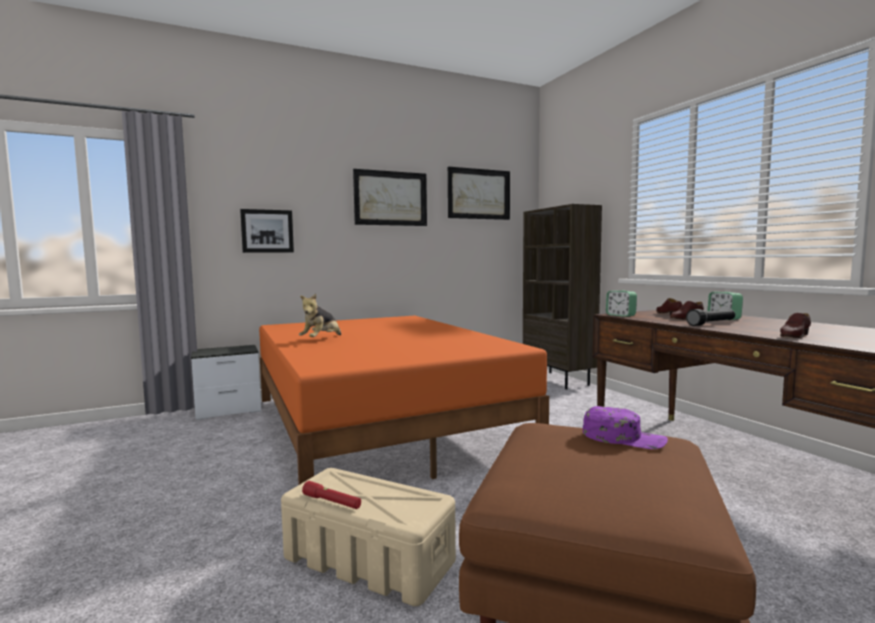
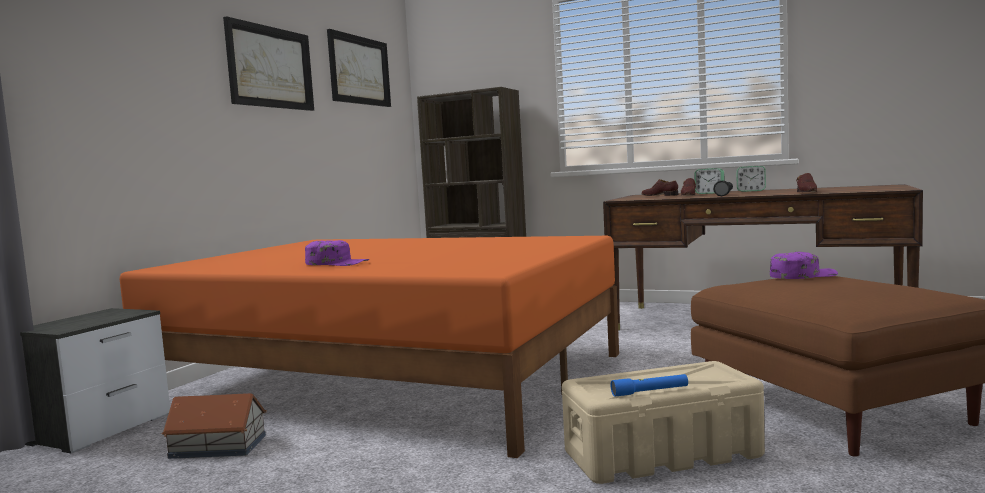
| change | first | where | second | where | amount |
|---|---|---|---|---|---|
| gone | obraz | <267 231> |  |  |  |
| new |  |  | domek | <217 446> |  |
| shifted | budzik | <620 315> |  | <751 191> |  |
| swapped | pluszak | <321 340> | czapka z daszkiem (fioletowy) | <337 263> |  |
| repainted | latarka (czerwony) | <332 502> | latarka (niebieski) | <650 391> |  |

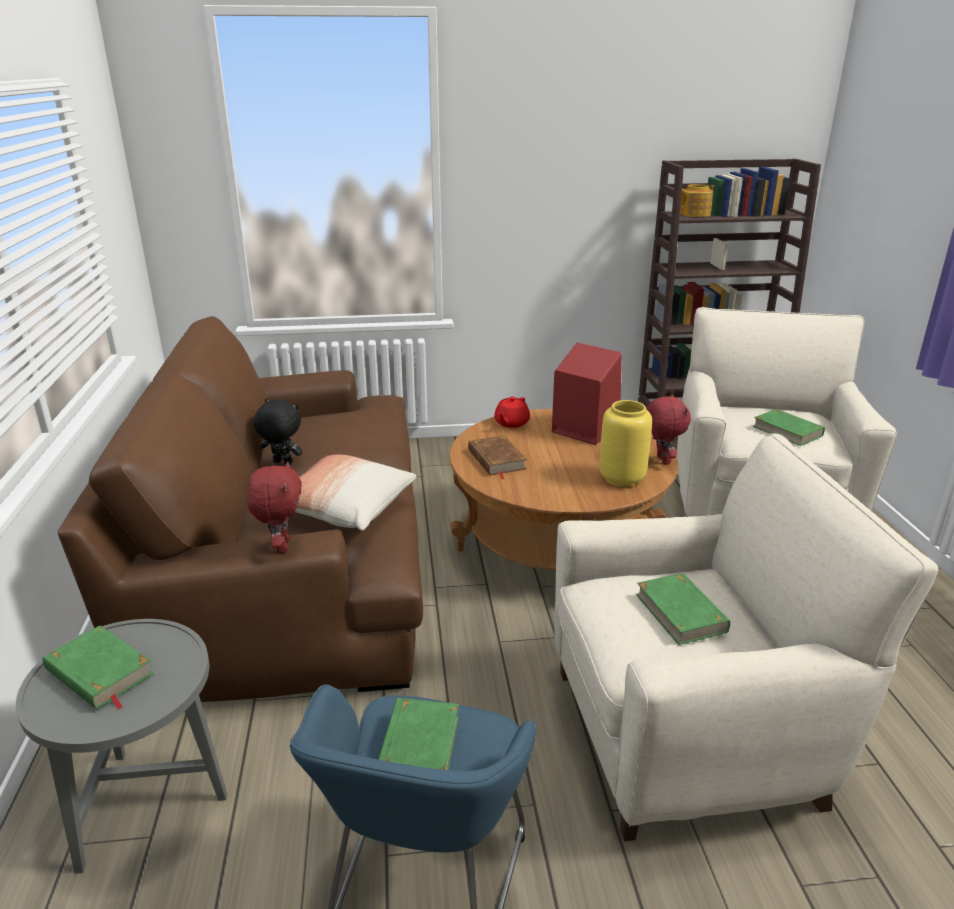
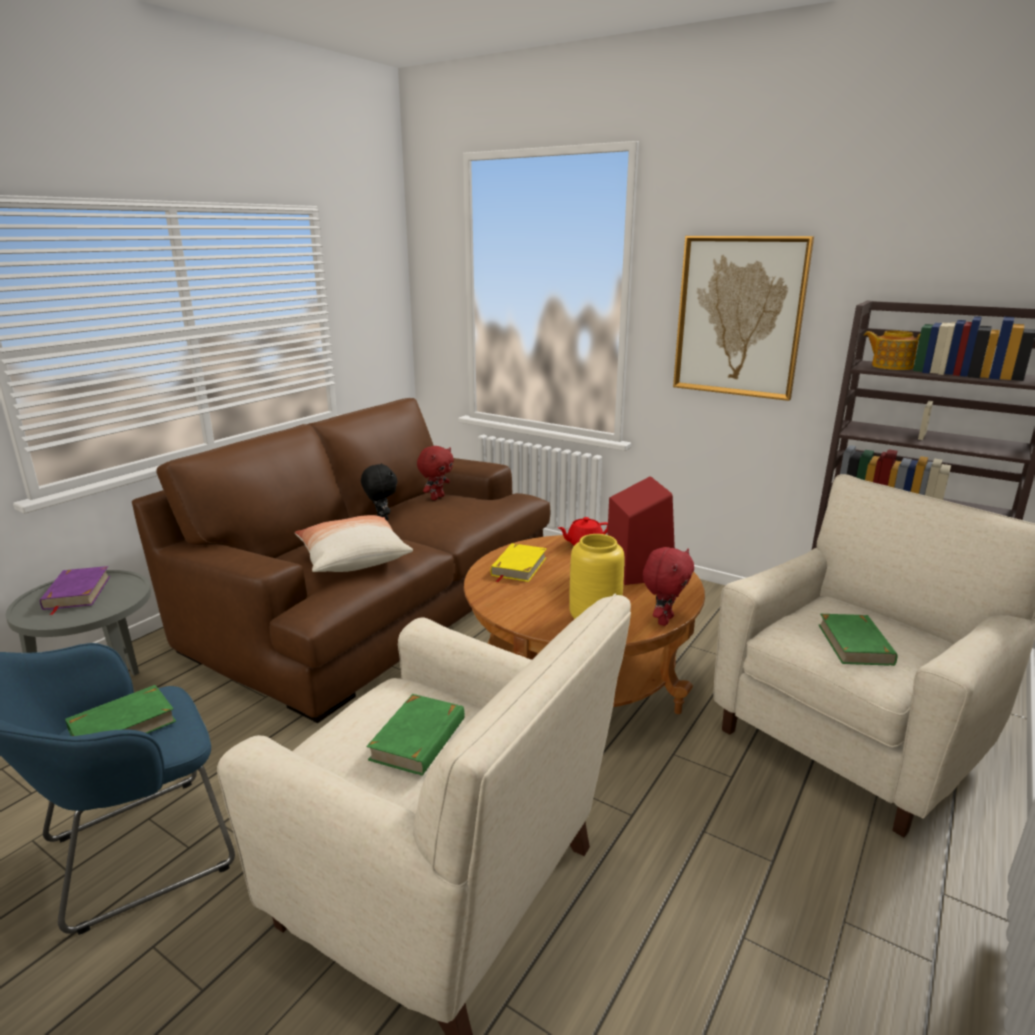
| change | first | where | second | where | amount |
|---|---|---|---|---|---|
| new |  |  | obraz | <739 317> |  |
| shifted | pluszak (czerwony) | <281 546> |  | <437 497> |  |
| repainted | książka (zielony) | <99 673> | książka (fioletowy) | <77 593> |  |
| repainted | książka (brązowy) | <496 460> | książka (żółty) | <518 566> |  |

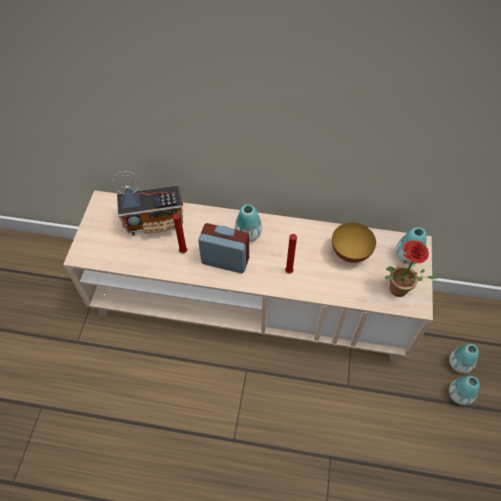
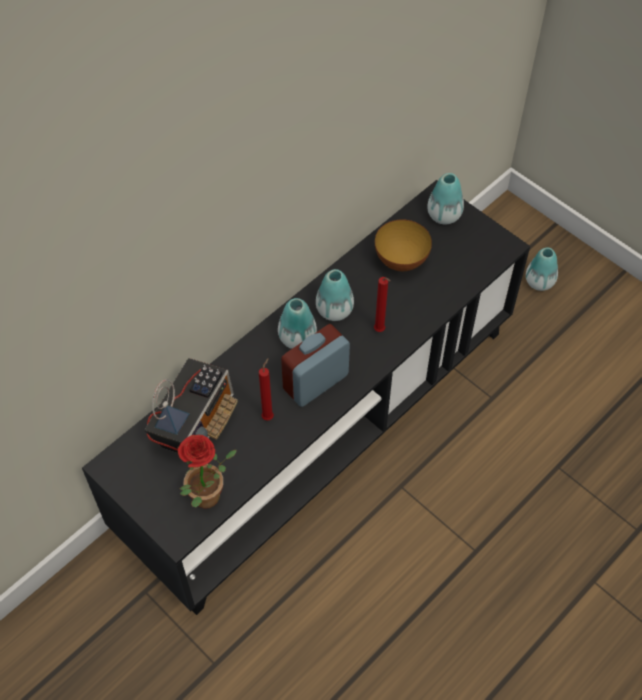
| change | first | where | second | where | amount |
|---|---|---|---|---|---|
| shifted | roślina doniczkowa | <396 292> |  | <208 502> |  |
| shifted | wazon | <459 394> |  | <334 310> |  |
| repainted | szafka pod telewizor (beżowy) | <250 305> | szafka pod telewizor (czarny) | <320 431> |  |

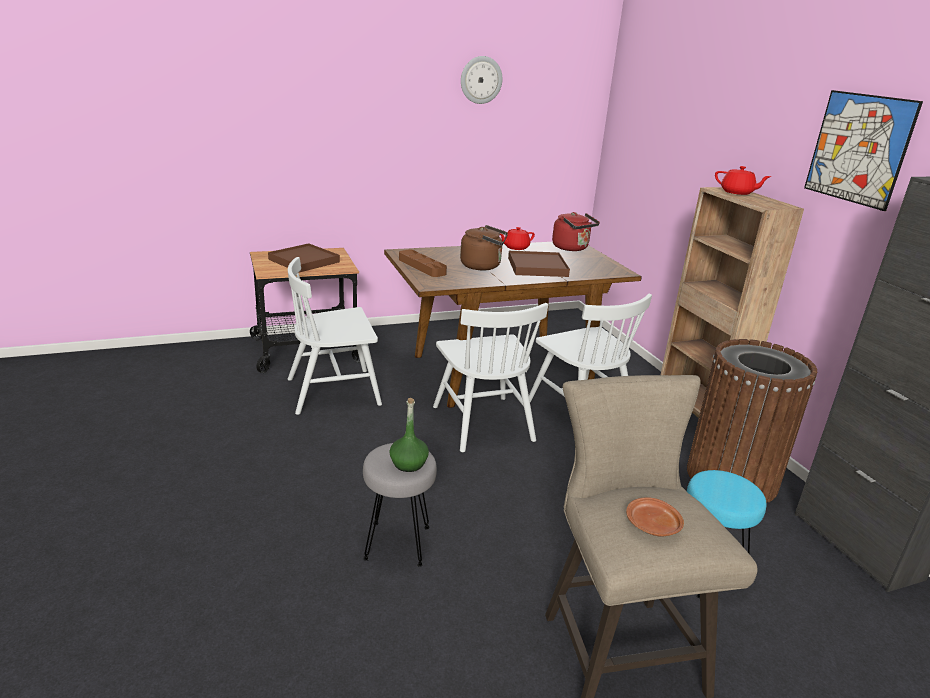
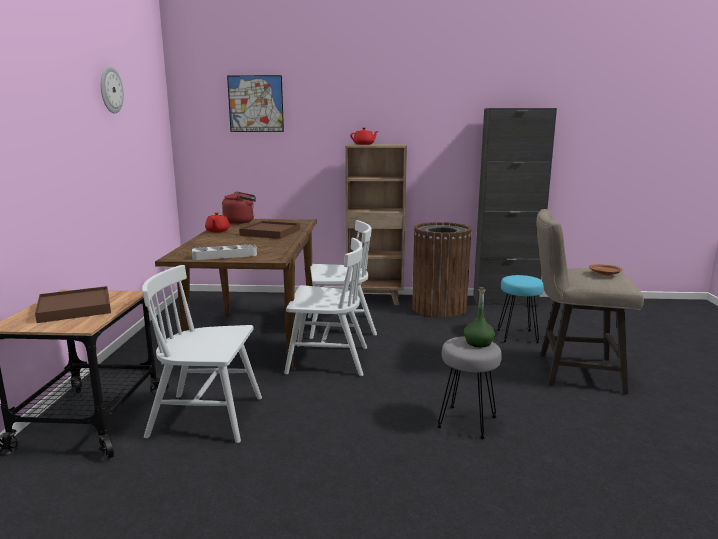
| change | first | where | second | where | amount |
|---|---|---|---|---|---|
| gone | czajnik (brązowy) | <483 266> |  |  |  |
| shifted | obraz | <858 148> |  | <255 104> |  |
| repainted | taca (brązowy) | <422 266> | taca (szary) | <225 256> |  |
| rotated | krzesło (biały) | <334 391> |  | <207 417> | 90 degrees clockwise |

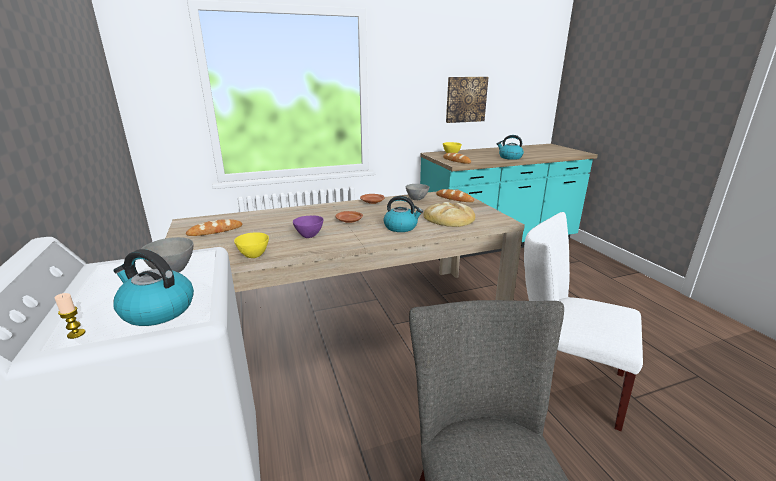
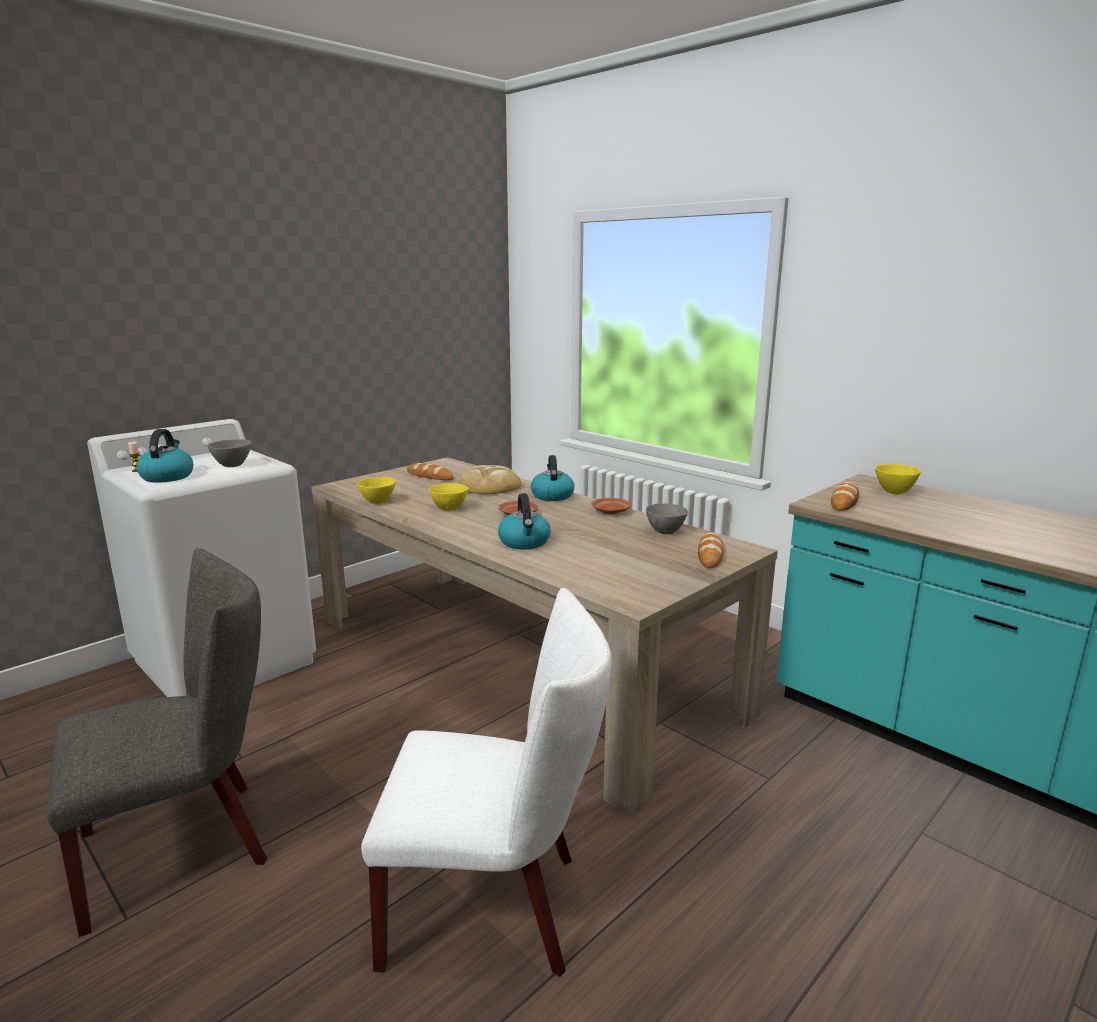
| change | first | where | second | where | amount |
|---|---|---|---|---|---|
| gone | obraz | <466 99> |  |  |  |
| shifted | chleb | <449 218> |  | <489 486> |  |
| shifted | czajnik | <510 157> |  | <552 495> |  |
| repainted | miska (fioletowy) | <309 236> | miska (żółty) | <450 509> |  |
| rotated | krzesło (biały) | <563 381> |  | <496 906> | 90 degrees clockwise |

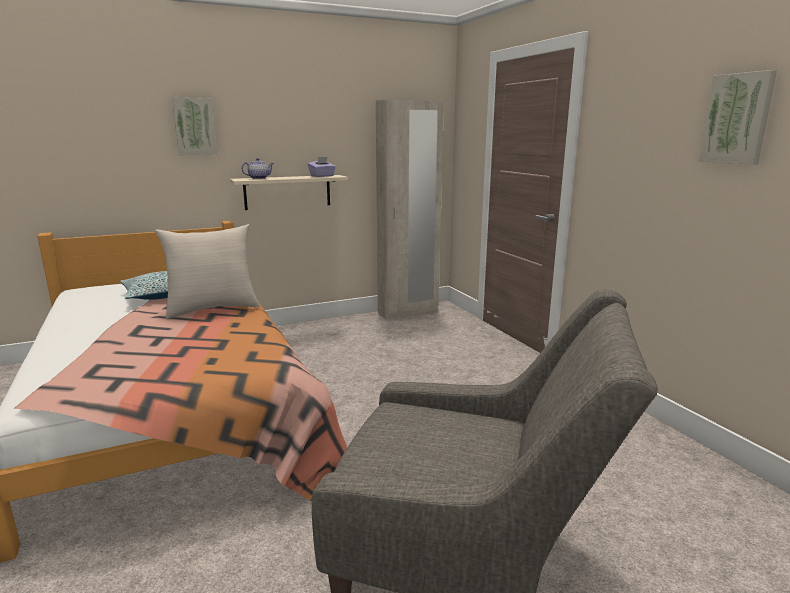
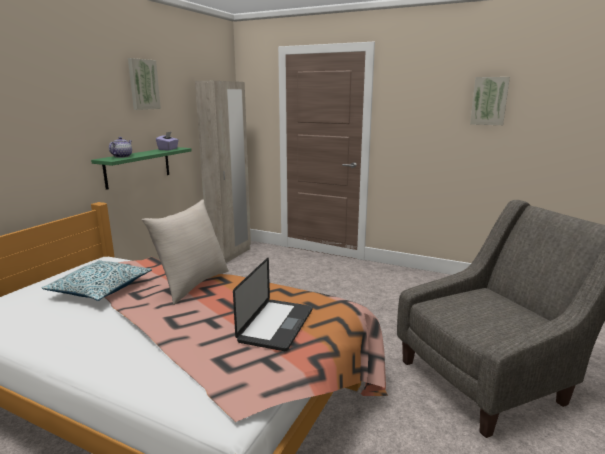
| change | first | where | second | where | amount |
|---|---|---|---|---|---|
| new |  |  | laptop | <276 325> |  |
| shifted | obraz | <194 126> |  | <143 84> |  |
| repainted | półka (beżowy) | <287 192> | półka (zielony) | <138 167> |  |

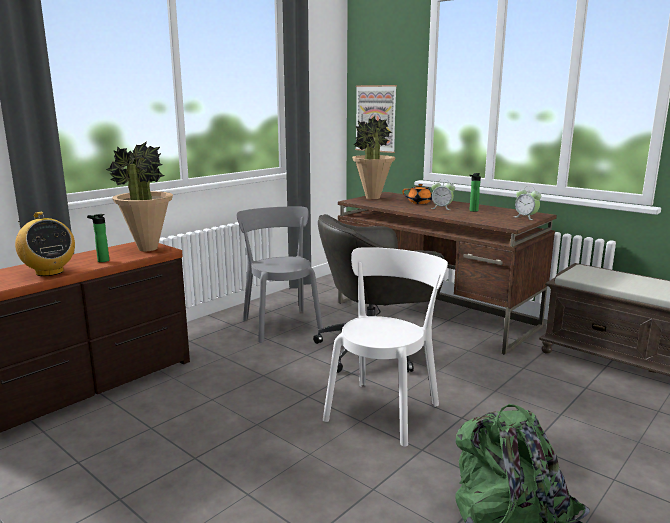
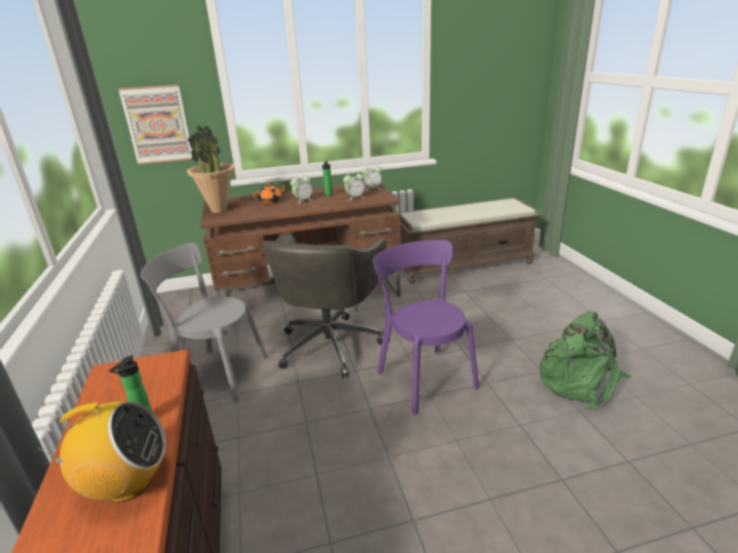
| change | first | where | second | where | amount |
|---|---|---|---|---|---|
| gone | roślina doniczkowa | <147 249> |  |  |  |
| new |  |  | budzik | <355 198> |  |
| repainted | krzesło (biały) | <384 409> | krzesło (fioletowy) | <424 377> |  |

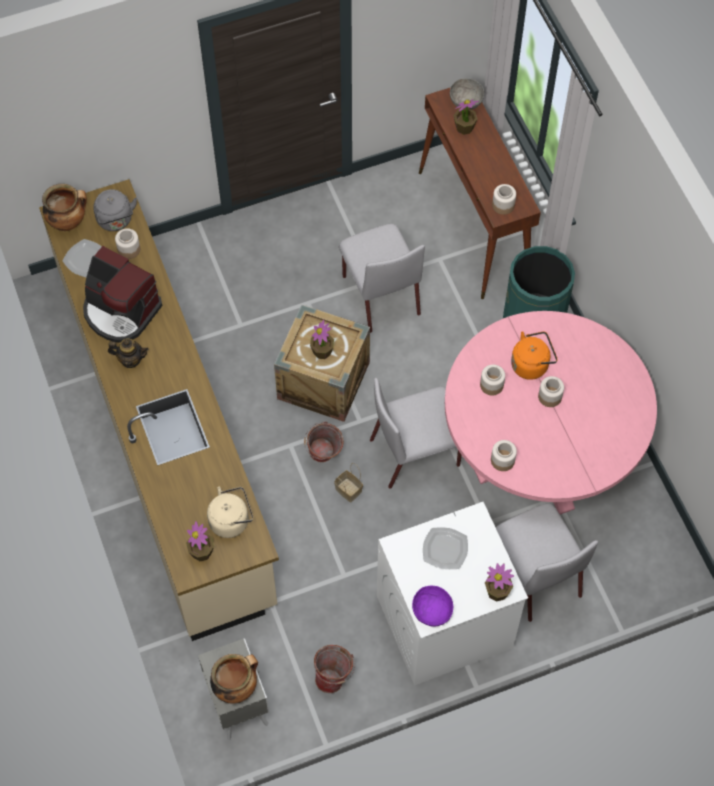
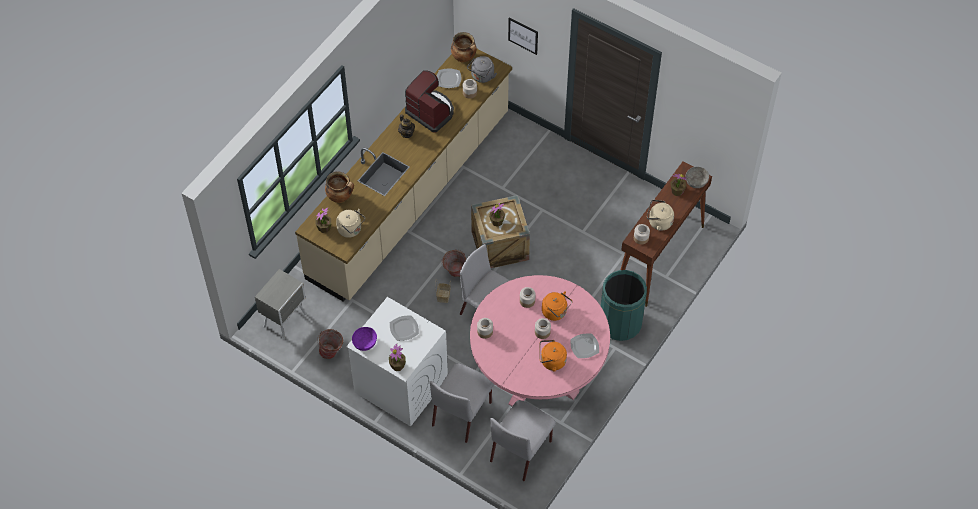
| change | first | where | second | where | amount |
|---|---|---|---|---|---|
| new |  |  | obraz | <523 35> |  |
| new |  |  | czajnik (pomarańczowy) | <551 361> |  |
| new |  |  | talerz | <584 346> |  |
| new |  |  | czajnik (beżowy) | <658 222> |  |
| shifted | garnek | <236 686> |  | <340 197> |  |
| shifted | krzesło (szary) | <380 294> |  | <521 450> |  |
| rotated | ekspres do kawy | <121 311> |  | <431 112> | 135 degrees clockwise |

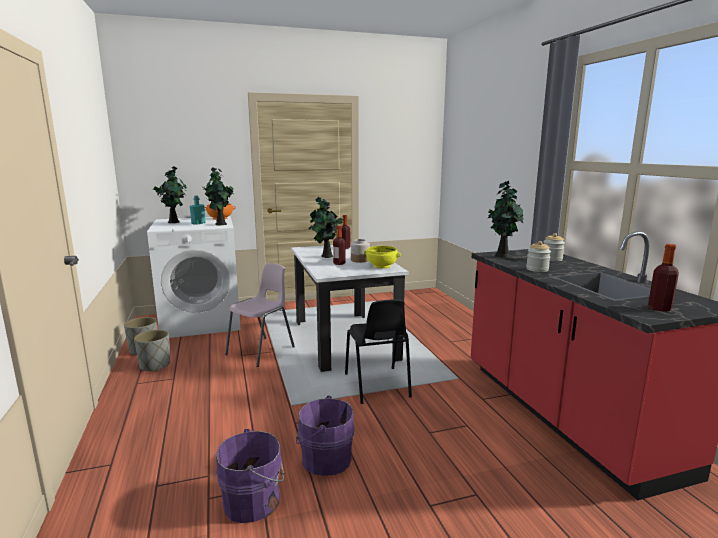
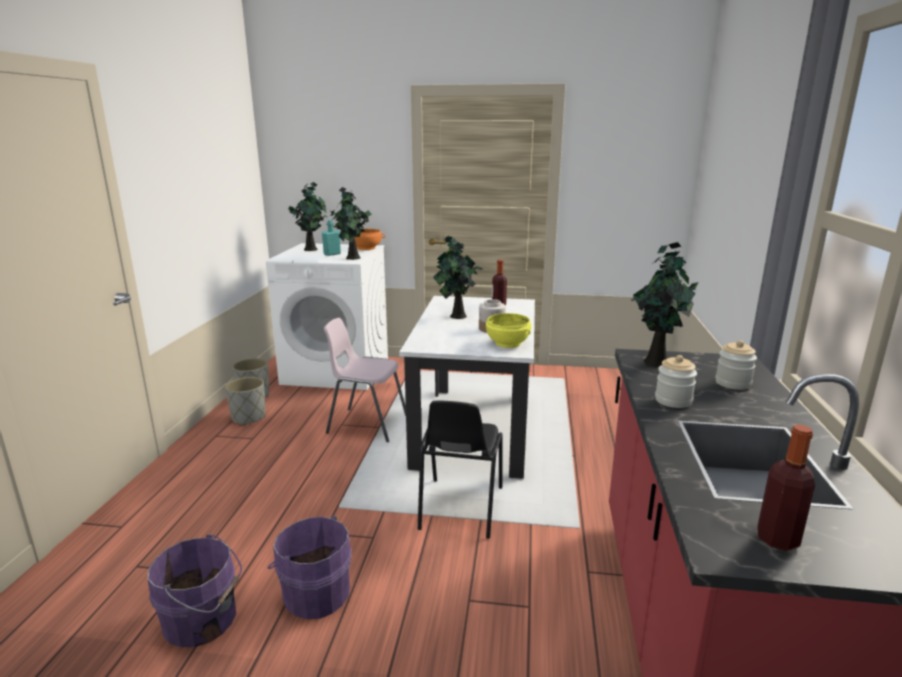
| change | first | where | second | where | amount |
|---|---|---|---|---|---|
| gone | butelka | <339 263> |  |  |  |
| rotated | krzesło (różowy) | <262 351> |  | <367 424> | 135 degrees counterclockwise |

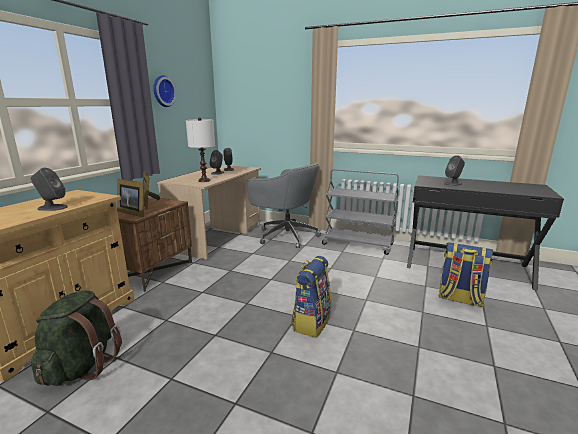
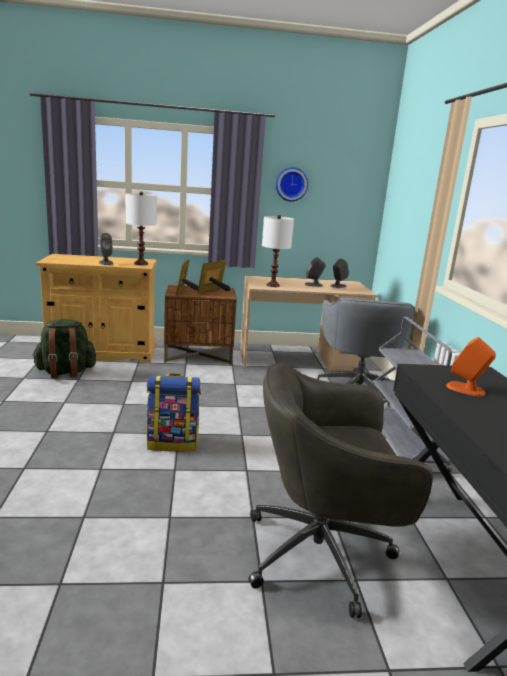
| change | first | where | second | where | amount |
|---|---|---|---|---|---|
| new |  |  | lampa stołowa (biały) | <141 264> |  |
| swapped | plecak | <459 299> | krzesło biurowe (szary) | <322 553> |  |
| repainted | głośnik (szary) | <453 183> | głośnik (pomarańczowy) | <466 389> |  |

